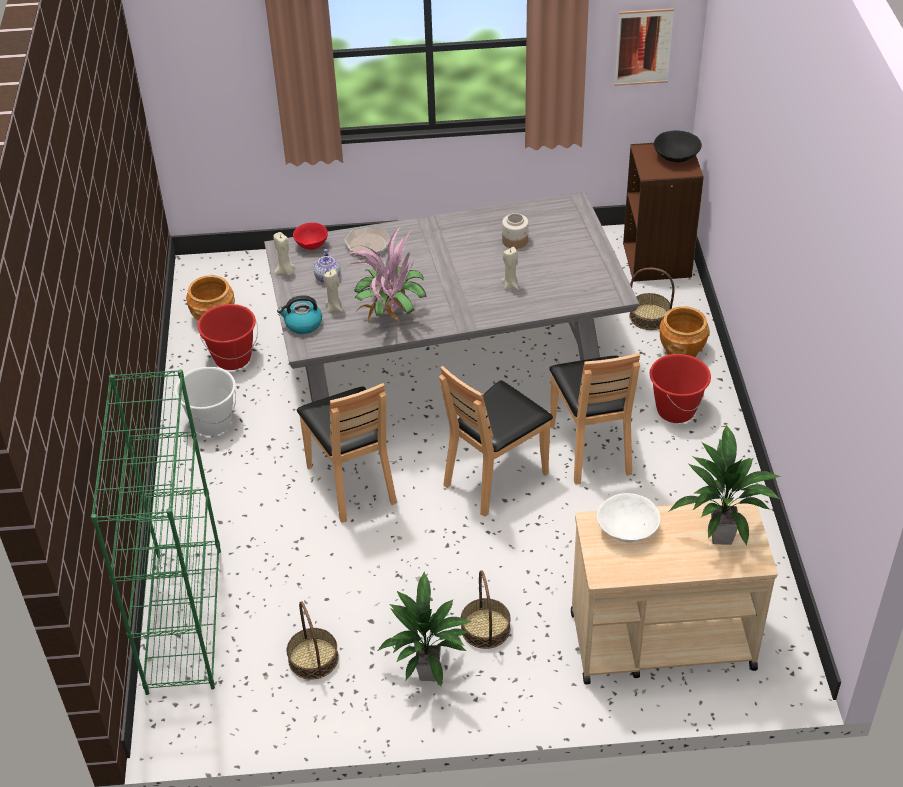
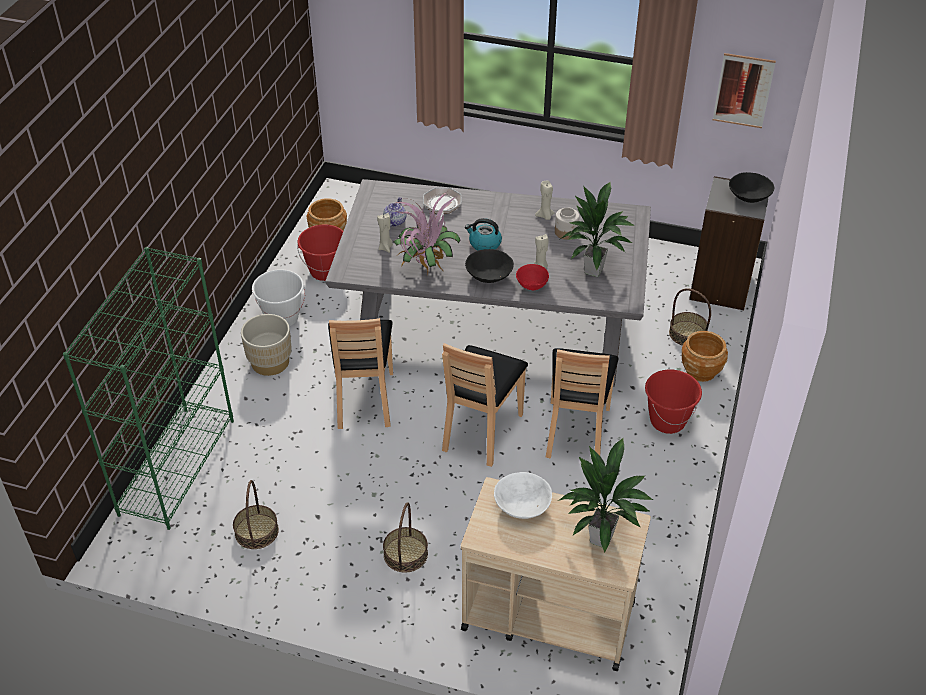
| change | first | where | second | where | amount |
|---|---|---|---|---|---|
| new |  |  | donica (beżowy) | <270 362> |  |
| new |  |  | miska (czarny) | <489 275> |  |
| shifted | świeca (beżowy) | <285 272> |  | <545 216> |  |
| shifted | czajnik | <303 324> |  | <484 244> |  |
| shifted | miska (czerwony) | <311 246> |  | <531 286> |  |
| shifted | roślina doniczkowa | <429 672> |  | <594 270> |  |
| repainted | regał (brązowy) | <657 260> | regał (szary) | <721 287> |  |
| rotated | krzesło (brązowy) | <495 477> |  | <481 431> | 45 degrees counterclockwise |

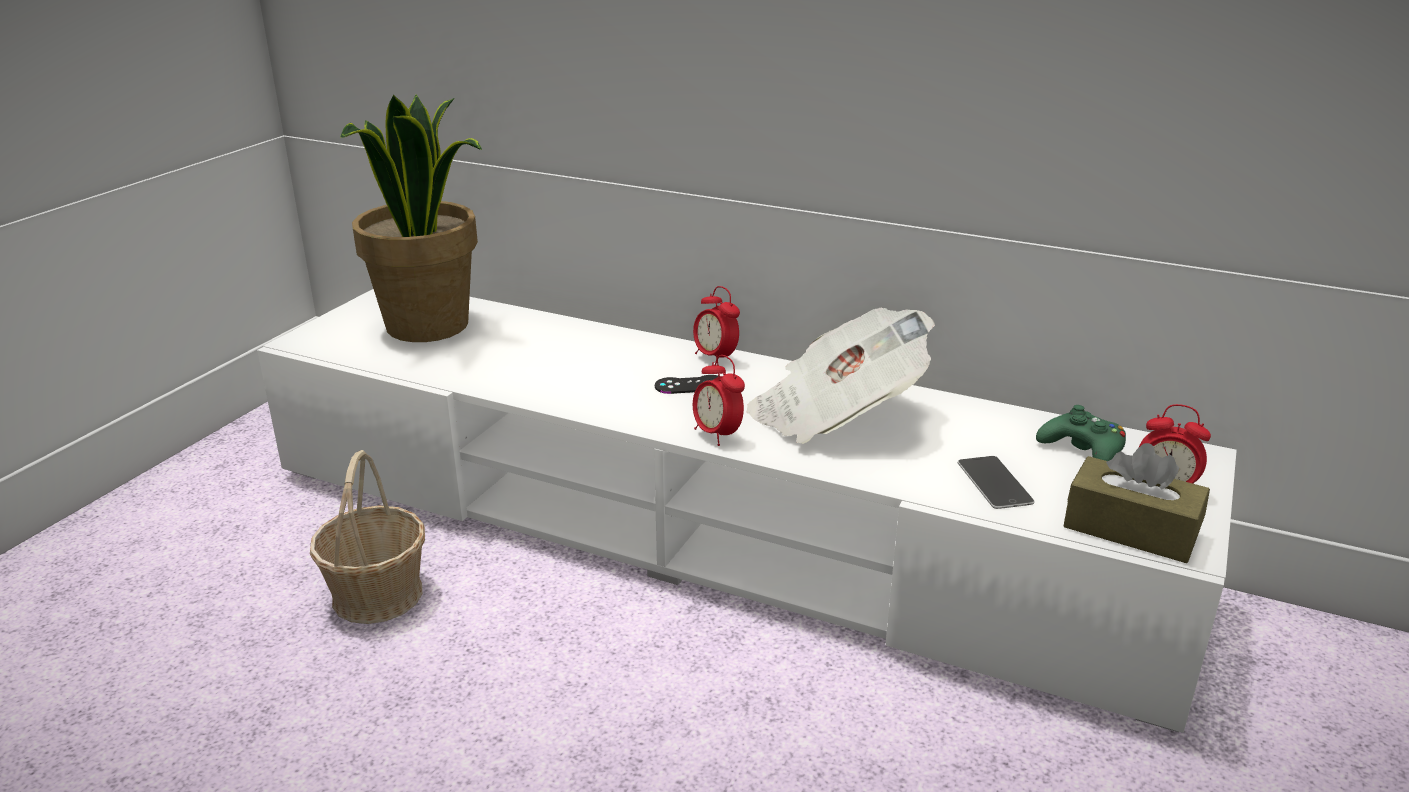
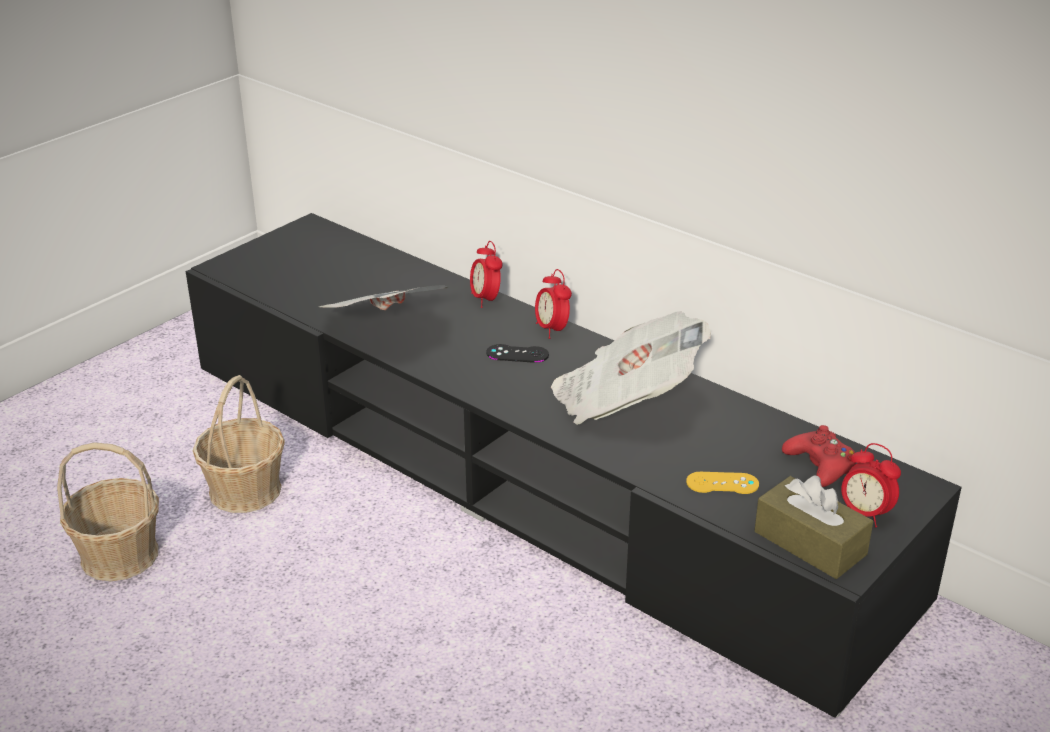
| change | first | where | second | where | amount |
|---|---|---|---|---|---|
| gone | roślina doniczkowa | <429 326> |  |  |  |
| new |  |  | koszyk | <119 555> |  |
| new |  |  | gazeta | <384 328> |  |
| shifted | budzik | <717 435> |  | <486 299> |  |
| swapped | telefon | <994 482> | pad do gier (żółty) | <722 483> |  |
| repainted | szafka pod telewizor (biały) | <706 530> | szafka pod telewizor (czarny) | <526 477> |  |
| repainted | pad do gier (zielony) | <1083 449> | pad do gier (czerwony) | <820 465> |  |

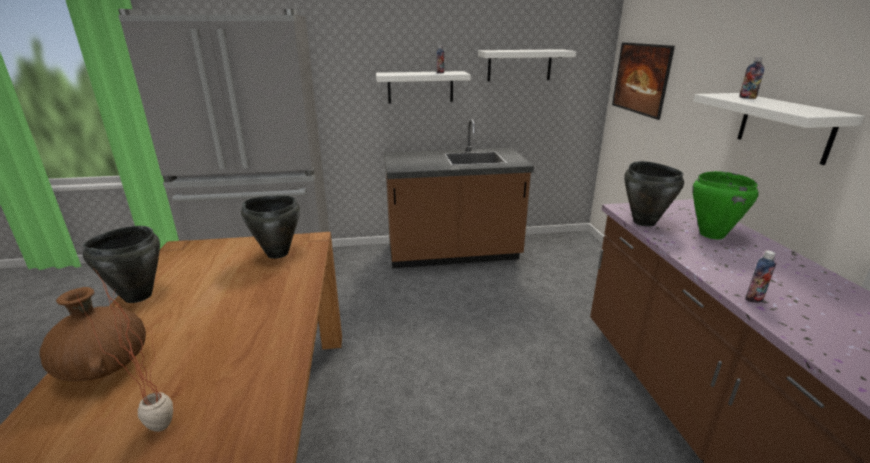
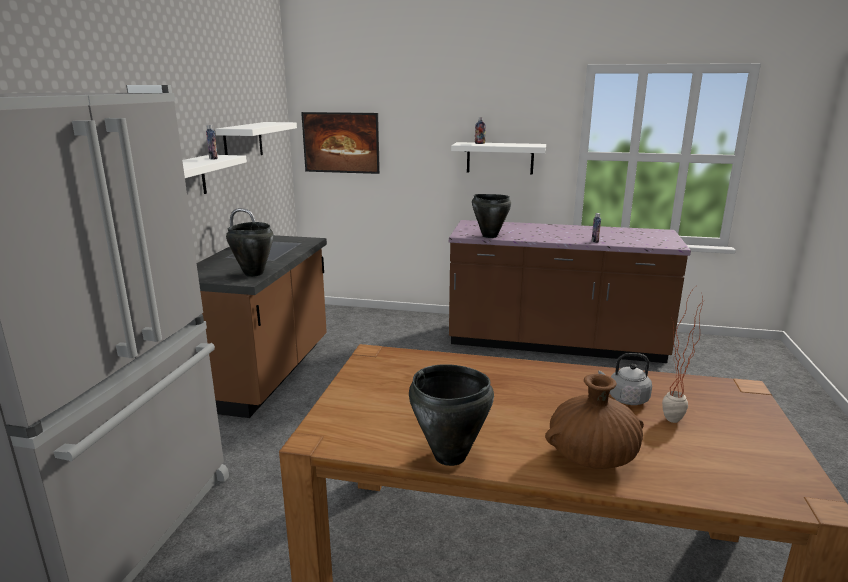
| change | first | where | second | where | amount |
|---|---|---|---|---|---|
| gone | garnek (zielony) | <711 234> |  |  |  |
| new |  |  | czajnik (szary) | <625 398> |  |
| shifted | garnek (czarny) | <277 253> |  | <253 274> |  |

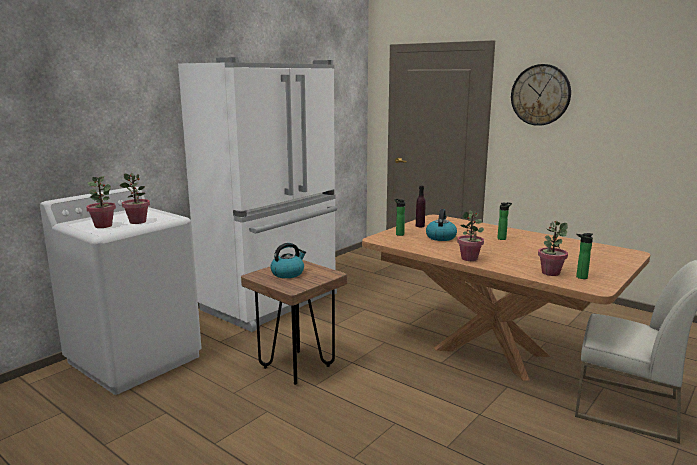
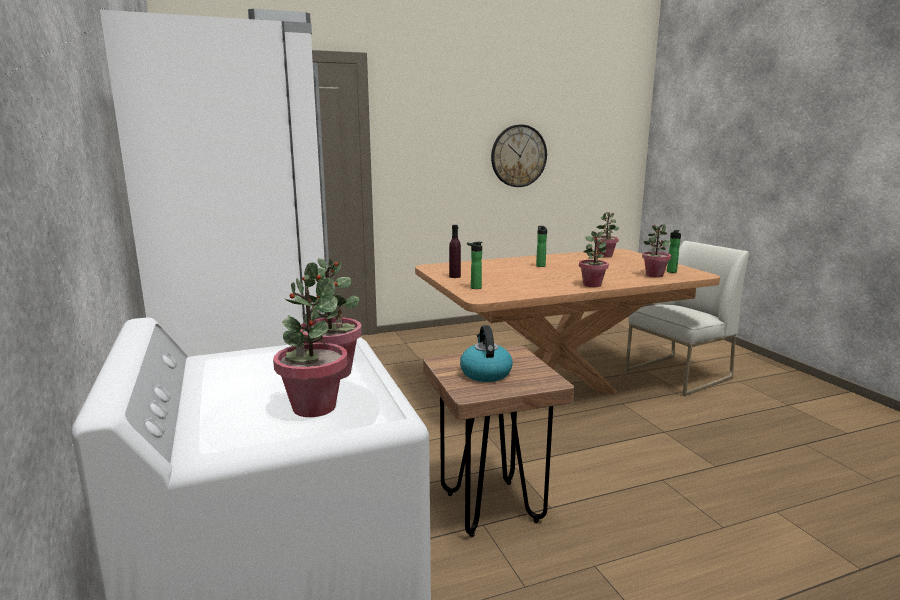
| change | first | where | second | where | amount |
|---|---|---|---|---|---|
| gone | czajnik | <440 237> |  |  |  |
| new |  |  | roślina doniczkowa | <605 256> |  |
| shifted | zegar ścienny | <540 95> |  | <518 156> |  |

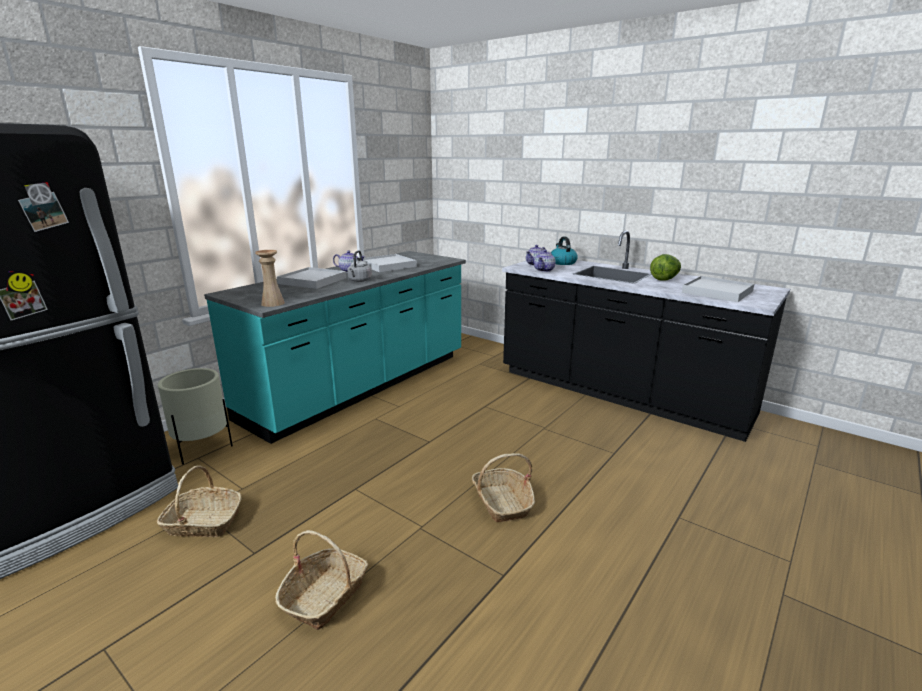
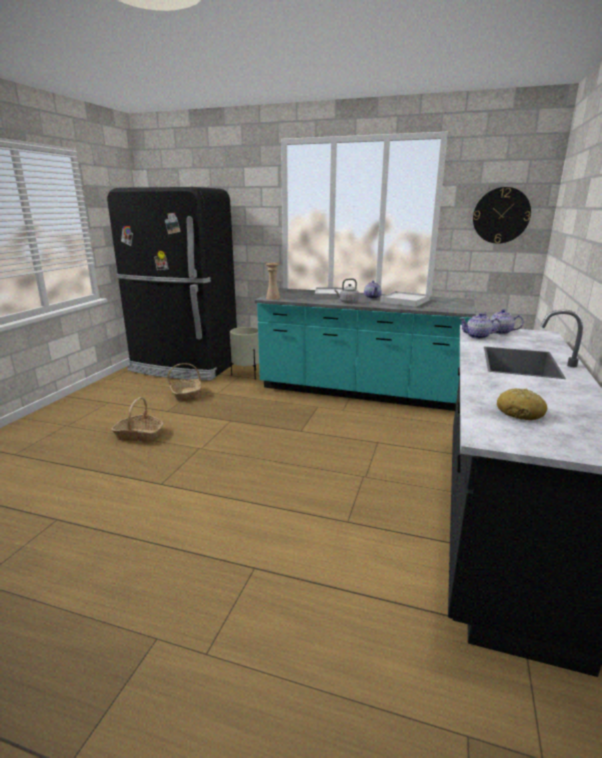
| change | first | where | second | where | amount |
|---|---|---|---|---|---|
| gone | koszyk | <502 502> |  |  |  |
| gone | czajnik | <562 262> |  |  |  |
| gone | sałata | <664 279> |  |  |  |
| new |  |  | zegar ścienny | <501 215> |  |
| swapped | taca (biały) | <717 292> | chleb | <520 413> |  |

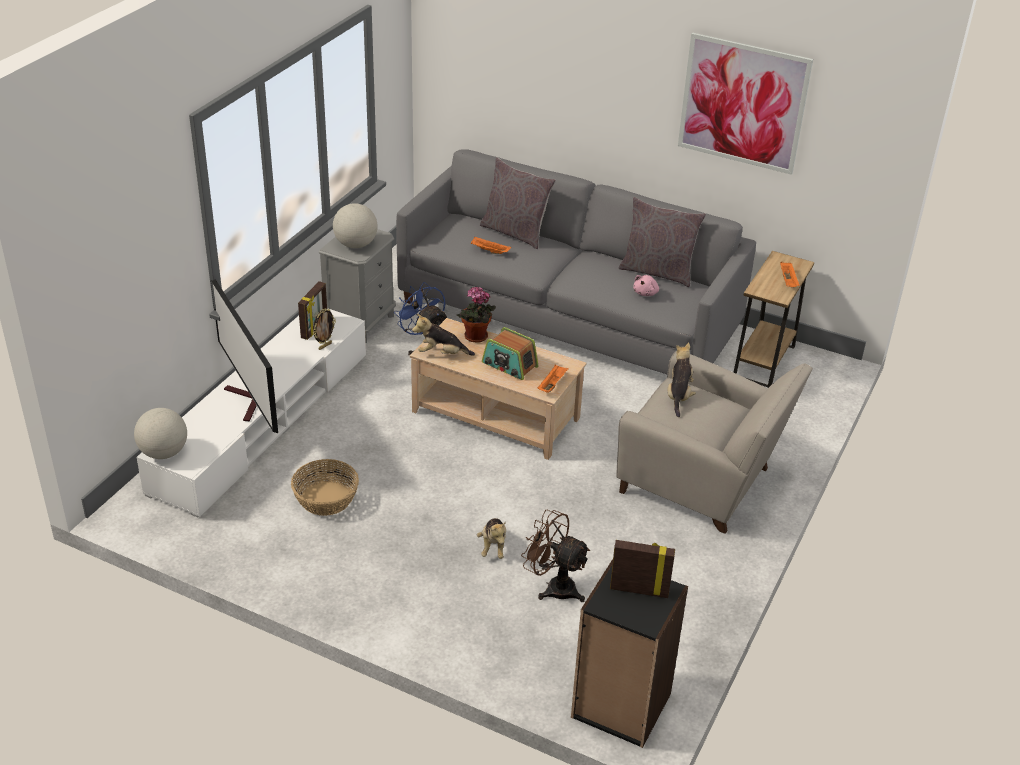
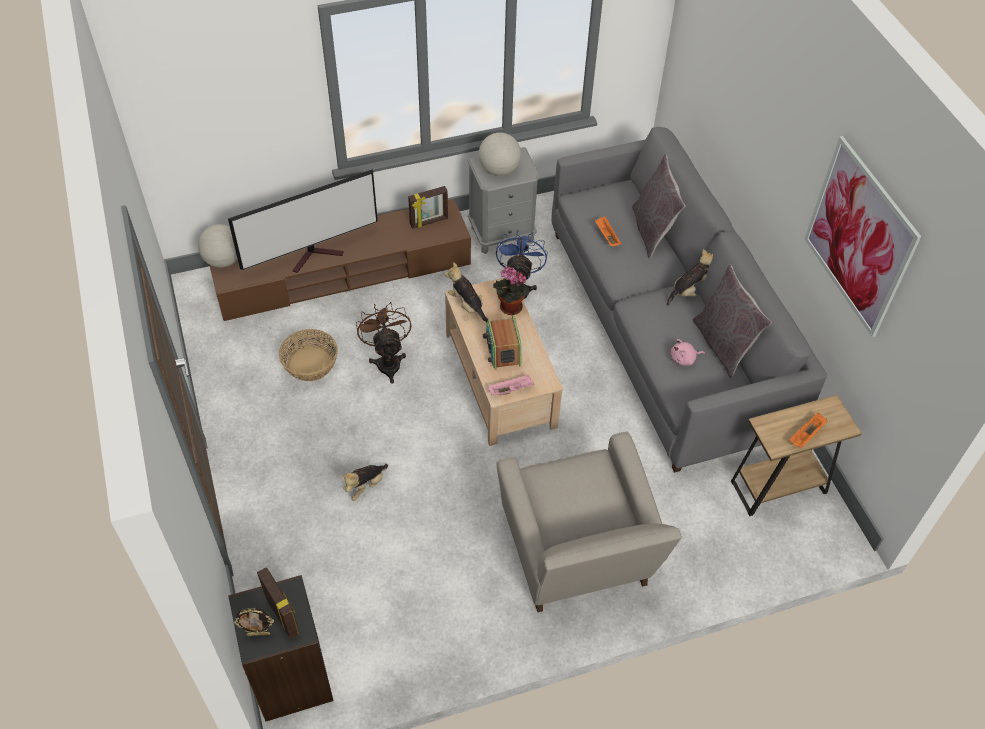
| change | first | where | second | where | amount |
|---|---|---|---|---|---|
| shifted | ramka na zdjęcie | <324 346> |  | <258 633> |  |
| shifted | wentylator (brązowy) | <554 587> |  | <387 361> |  |
| shifted | pluszak | <679 396> |  | <689 291> |  |
| repainted | szafka pod telewizor (biały) | <263 421> | szafka pod telewizor (brązowy) | <344 273> |  |
| repainted | taca (pomarańczowy) | <552 384> | taca (różowy) | <511 390> |  |
| rotated | telewizor | <248 402> |  | <316 255> | 135 degrees counterclockwise |

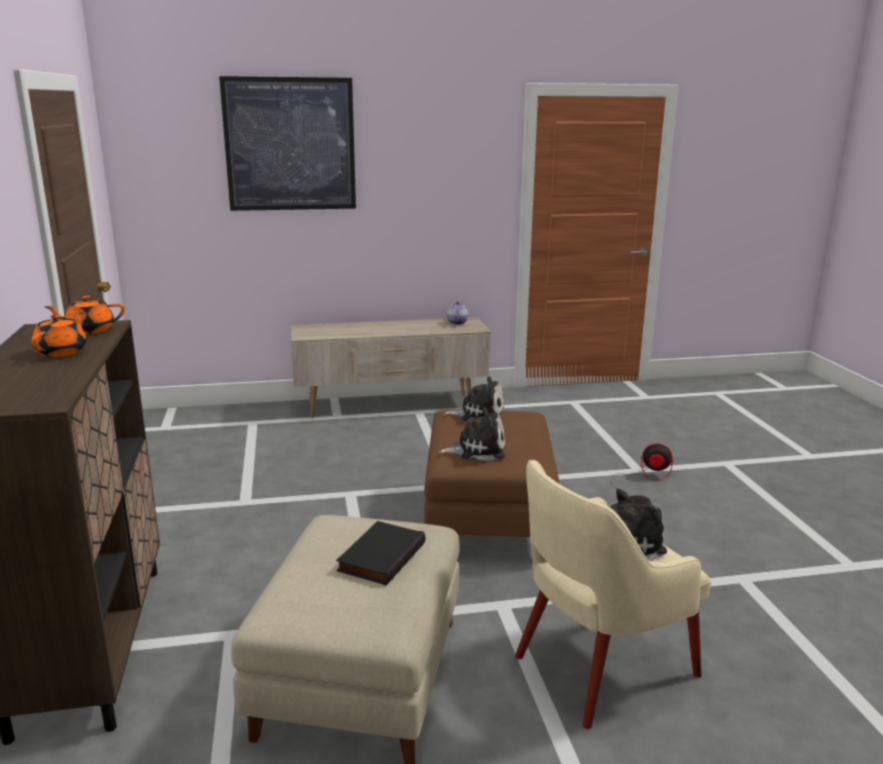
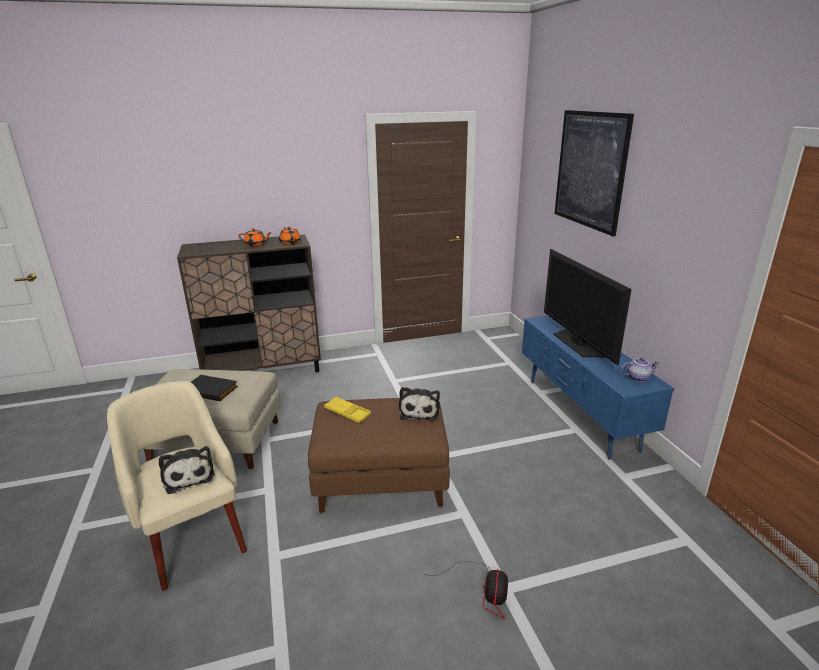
| change | first | where | second | where | amount |
|---|---|---|---|---|---|
| new |  |  | telewizor | <577 343> |  |
| swapped | pluszak | <477 449> | taca (żółty) | <347 413> |  |
| repainted | szafka pod telewizor (beżowy) | <390 406> | szafka pod telewizor (niebieski) | <579 414> |  |

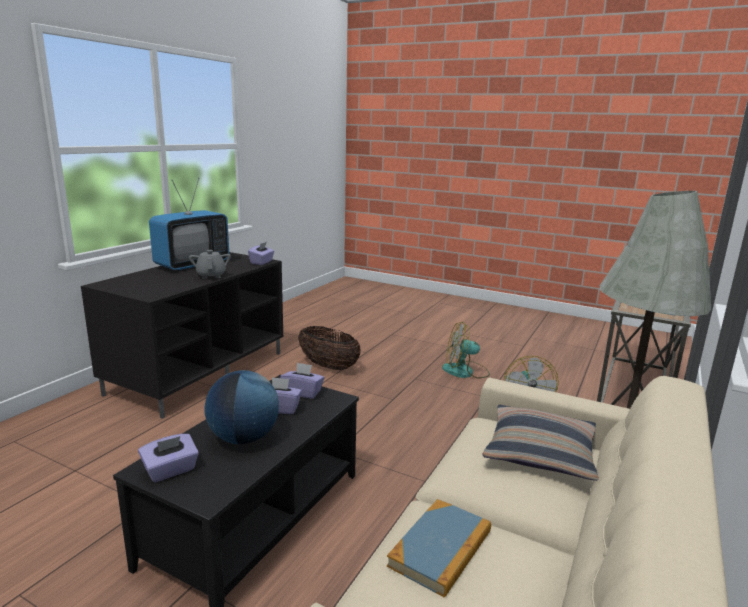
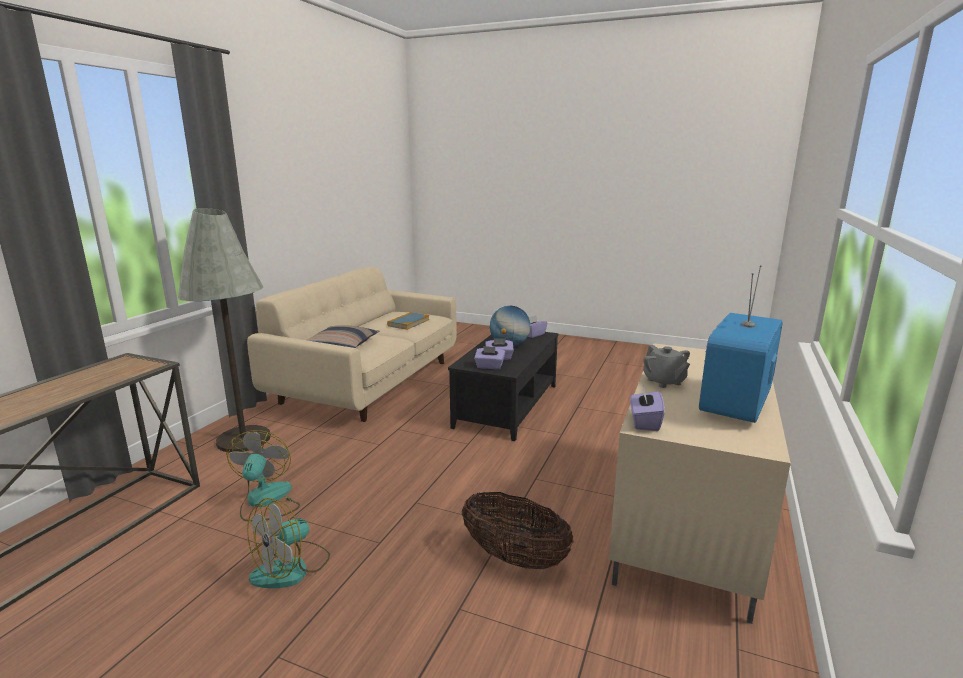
| change | first | where | second | where | amount |
|---|---|---|---|---|---|
| repainted | szafka pod telewizor (czarny) | <199 372> | szafka pod telewizor (beżowy) | <689 525> |  |
| rotated | wentylator | <465 371> |  | <291 568> | 135 degrees clockwise |

